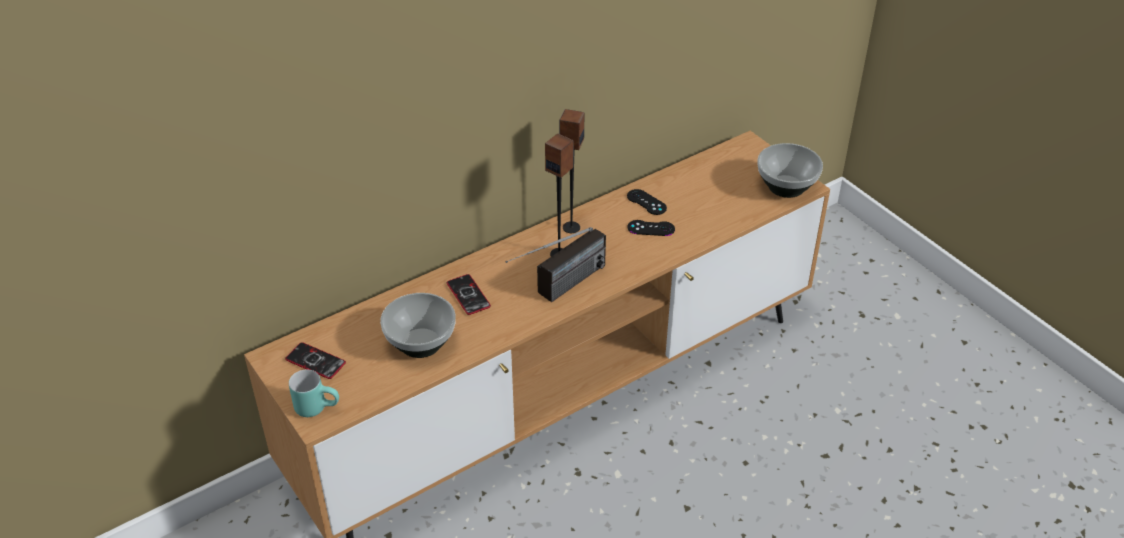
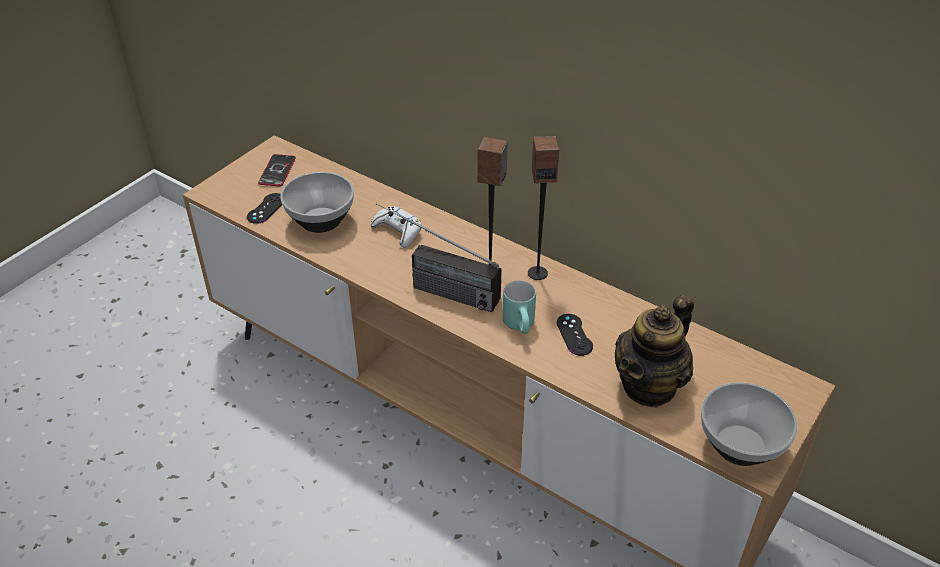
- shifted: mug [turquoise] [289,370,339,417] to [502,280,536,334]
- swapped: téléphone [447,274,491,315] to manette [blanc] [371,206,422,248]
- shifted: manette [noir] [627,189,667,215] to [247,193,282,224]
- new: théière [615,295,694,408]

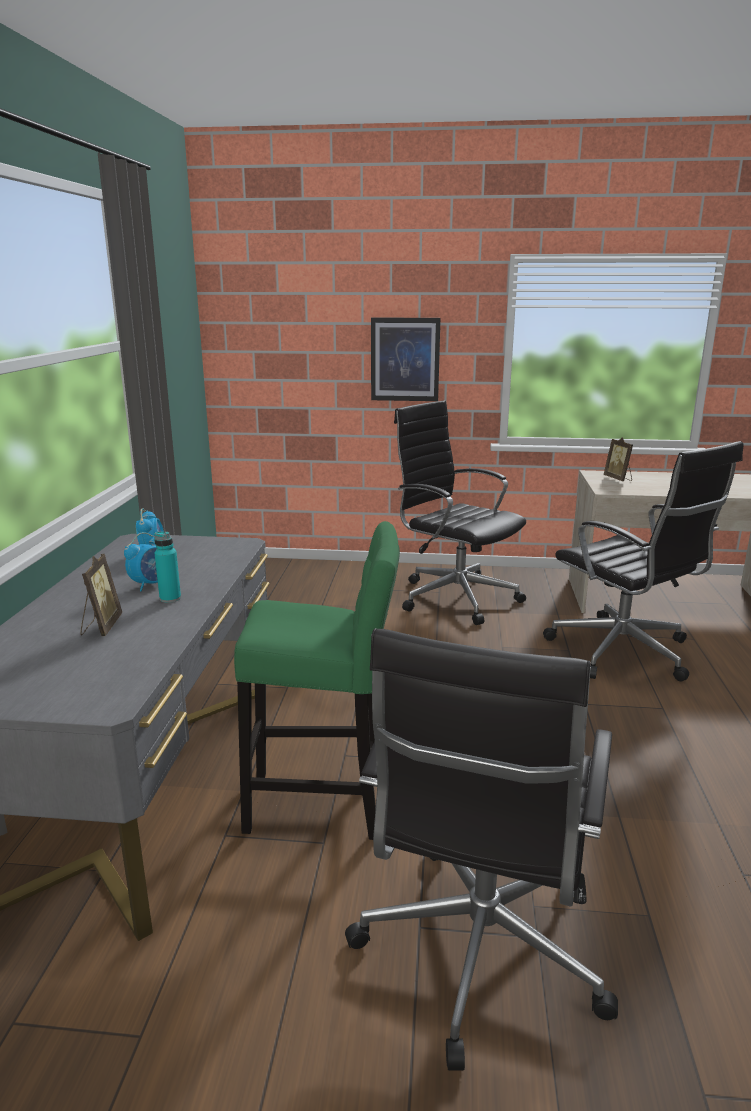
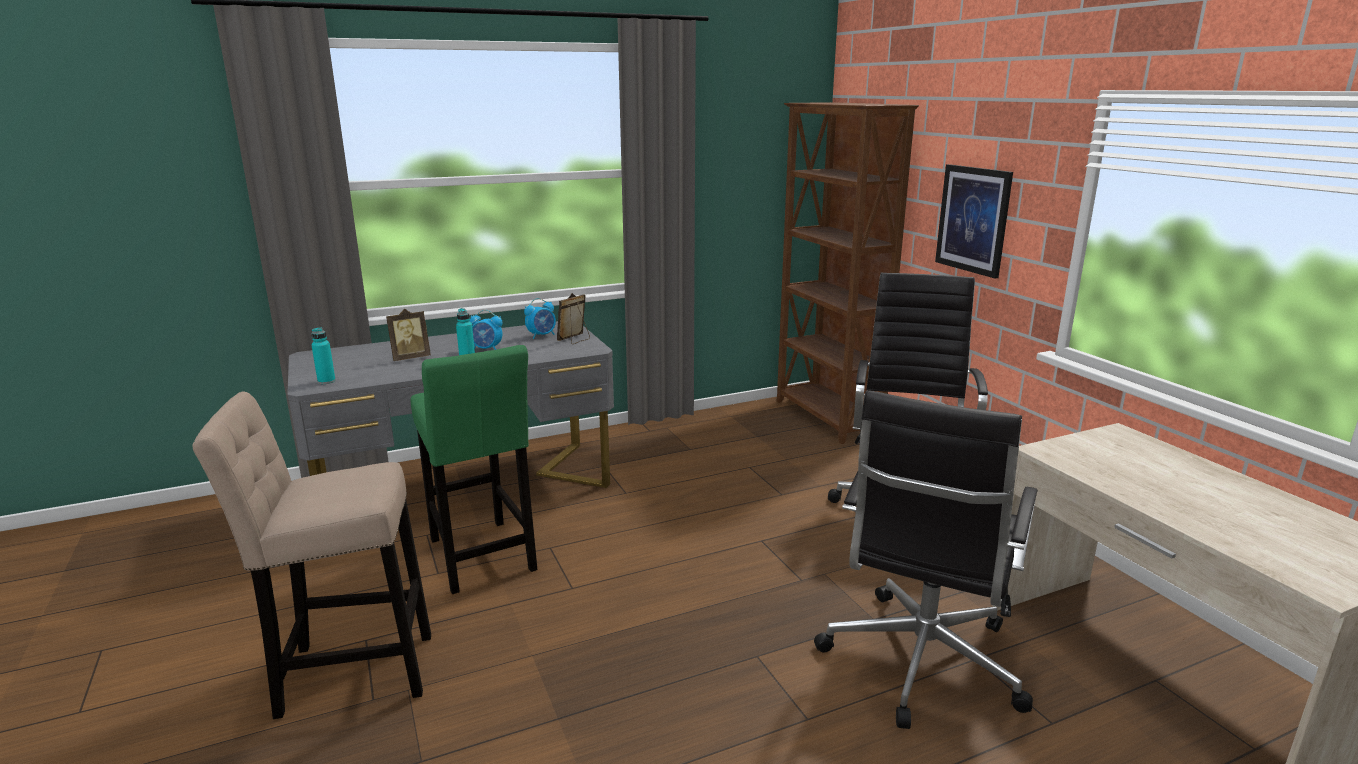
- swapped: chaise de bureau [noir] [345,628,618,1071] to tabouret [beige] [192,392,431,719]
- shifted: cadre photo [604,437,633,481] to [557,293,590,344]
- new: bouteille [turquoise] [311,327,336,384]
- new: bibliothèque [marron] [777,102,919,444]

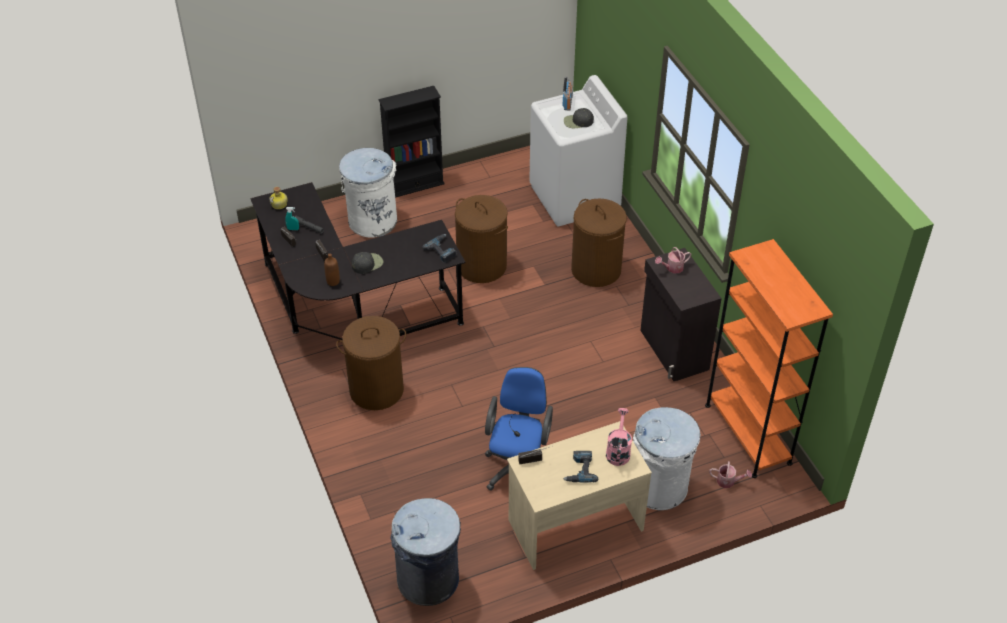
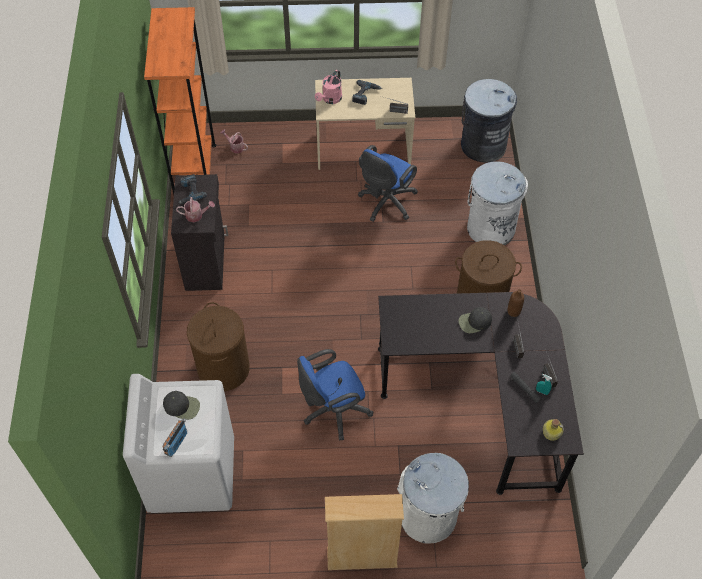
- repainted: bibliothèque [noir] [378,86,445,198] to bibliothèque [beige] [325,494,404,570]
- shifted: perceuse [422,234,456,263] to [178,174,207,204]
- swapped: panier à linge [marron] [455,195,508,283] to chaise de bureau [bleu] [297,349,373,440]
- shifted: poubelle [blanc] [633,407,701,510] to [467,161,528,246]

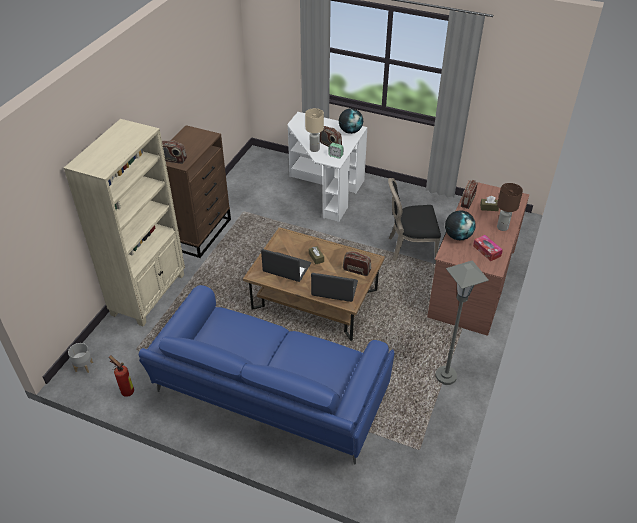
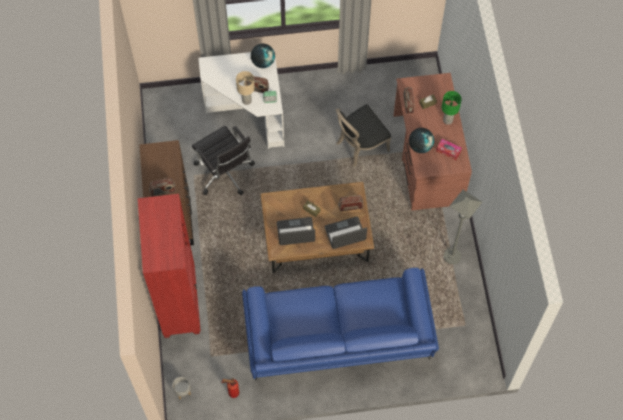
- repainted: bibliothèque [beige] [64,119,185,326] to bibliothèque [rouge] [138,194,201,338]
- repainted: lampe de table [marron] [497,183,523,231] to lampe de table [vert] [442,91,462,125]
- new: chaise de bureau [noir] [192,126,255,195]

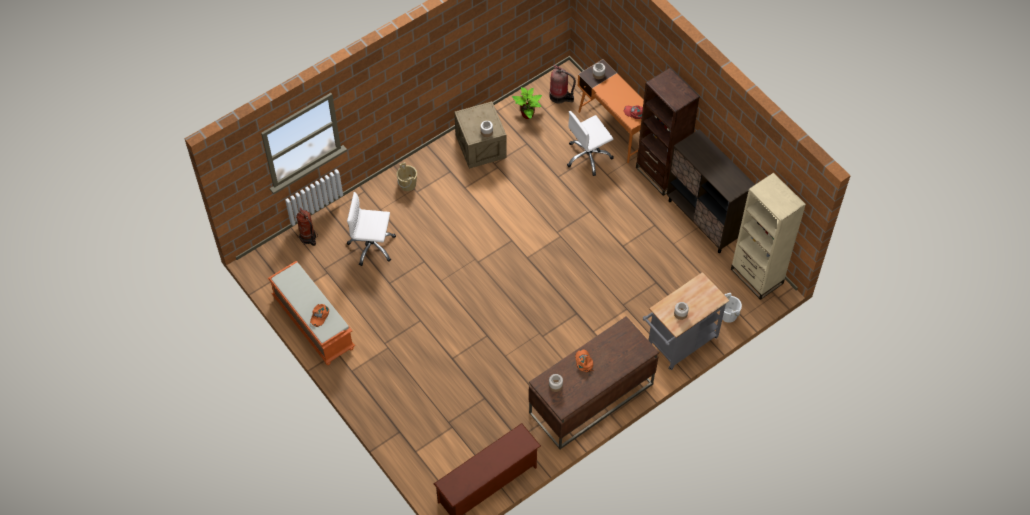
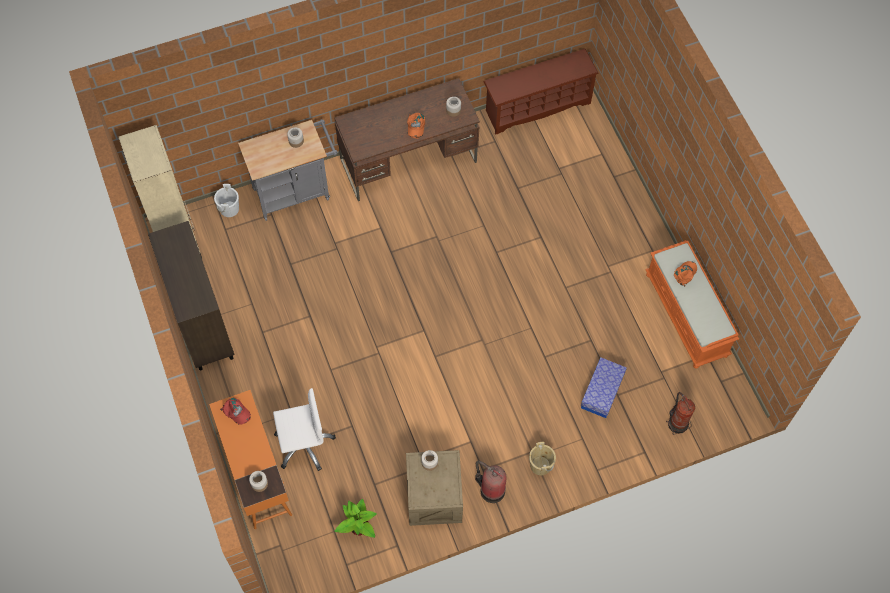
- swapped: chaise de bureau [blanc] [347,192,396,266] to boîte de rangement [581,357,627,418]
- shifted: extincteur [550,65,576,103] to [475,460,506,503]
- gone: bibliothèque [marron] [636,68,700,196]

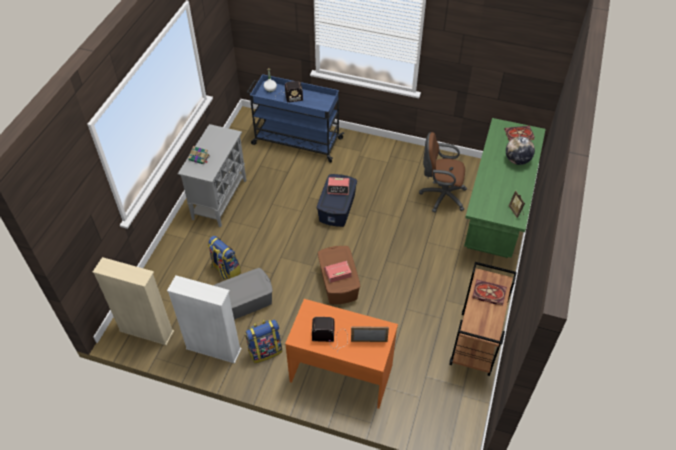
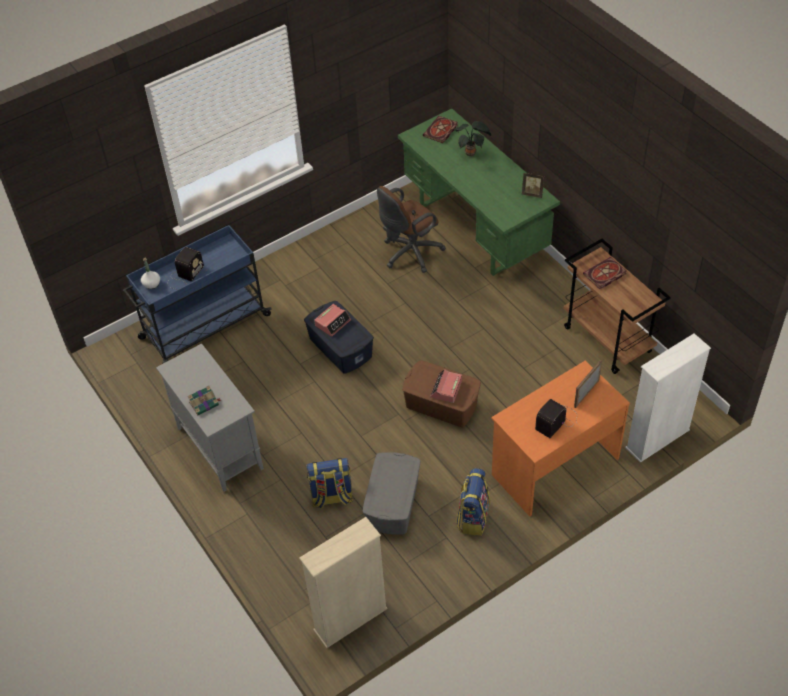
- shifted: bibliothèque [blanc] [167,275,242,364] to [625,333,711,463]
- swapped: globe [506,136,535,165] to plante en pot [454,121,491,156]

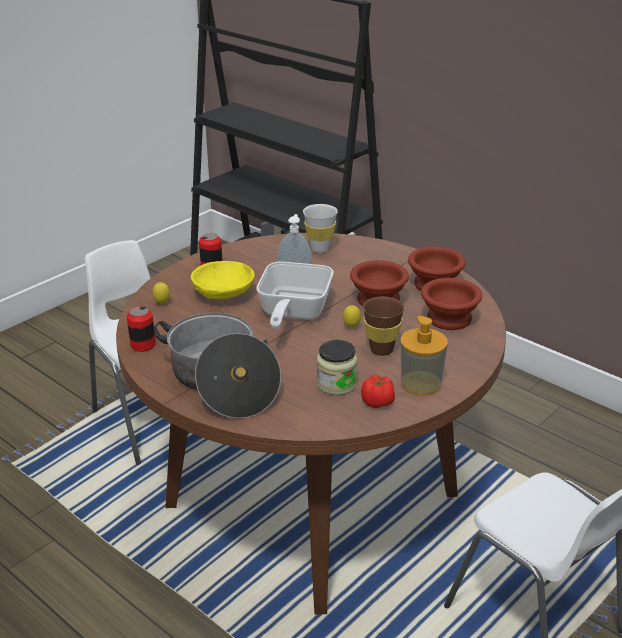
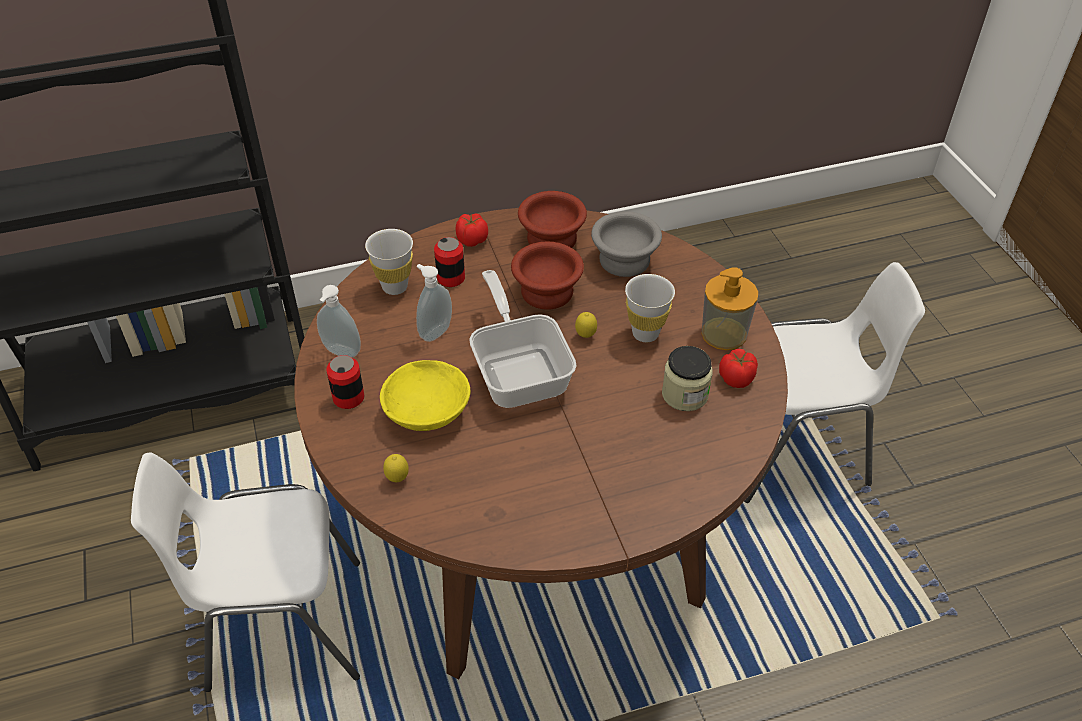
- shifted: boîte métallique [127,306,156,352] to [434,237,465,287]
- gone: marmite [154,313,281,419]
- rotated: poêle [256,262,334,329] = [469,270,577,408] 150 degrees counterclockwise
- repainted: tasse [marron] [363,297,405,356] to tasse [blanc] [625,274,675,342]
- repainted: bol [marron] [421,278,482,330] to bol [gris] [591,211,662,277]
- new: distributeur de savon [317,285,361,358]
- new: tomate [455,213,488,247]

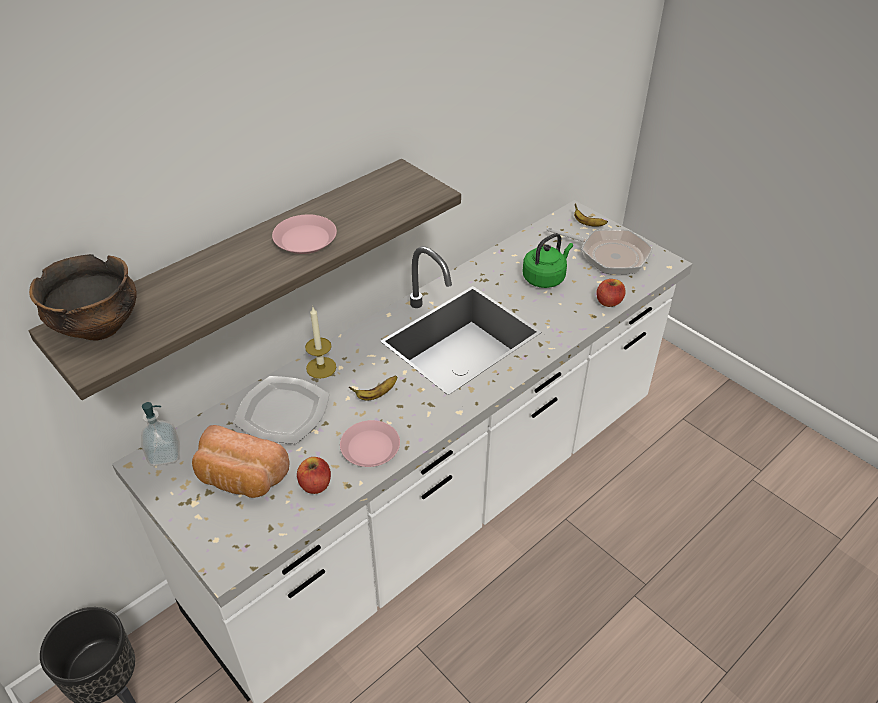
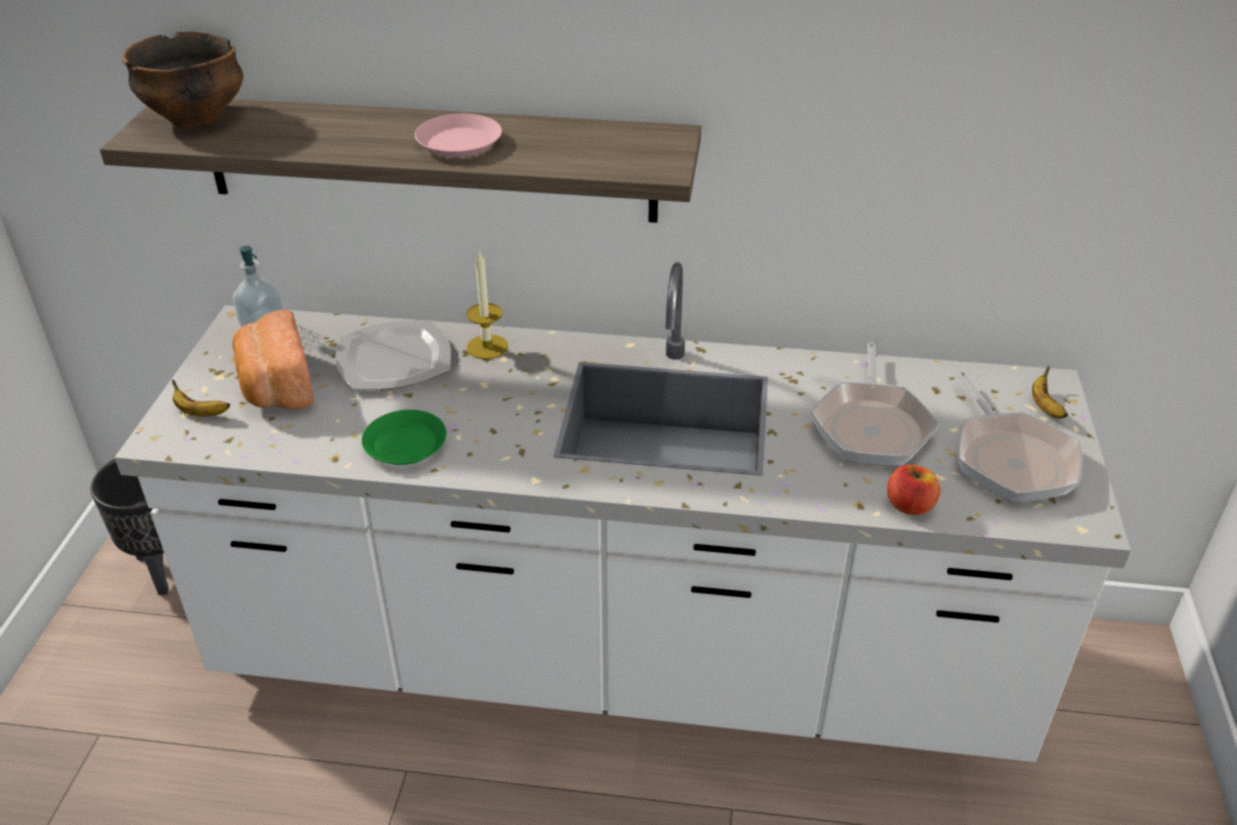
- gone: pomme [297,457,331,494]
- repainted: assiette [rose] [340,420,400,467] to assiette [vert] [362,410,447,465]
- shifted: banane [349,376,397,400] to [172,379,230,417]
- swapped: bouilloire [vert] [523,233,573,288] to poêle [810,342,939,466]

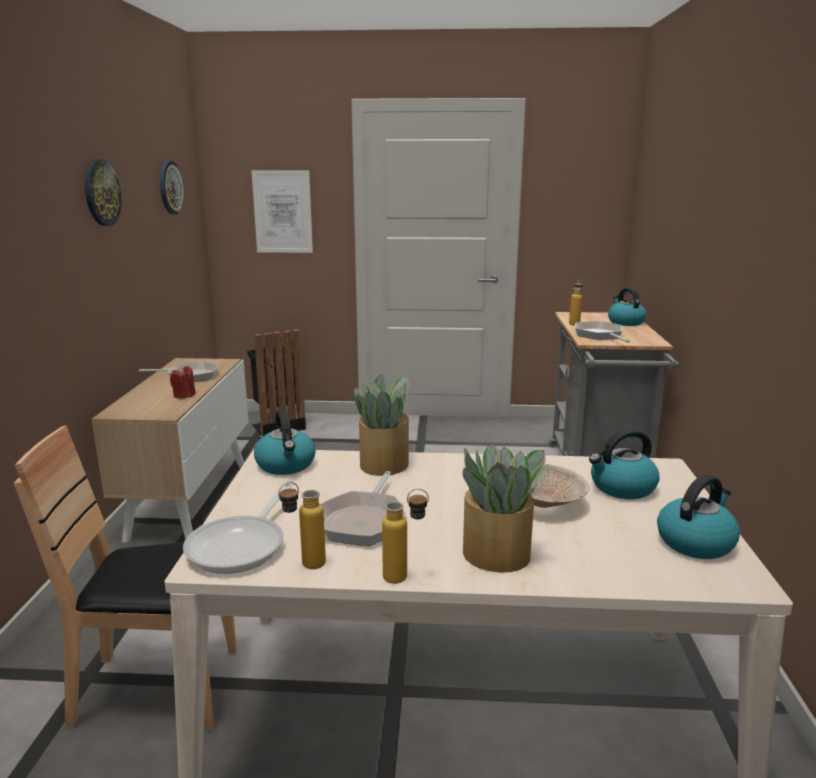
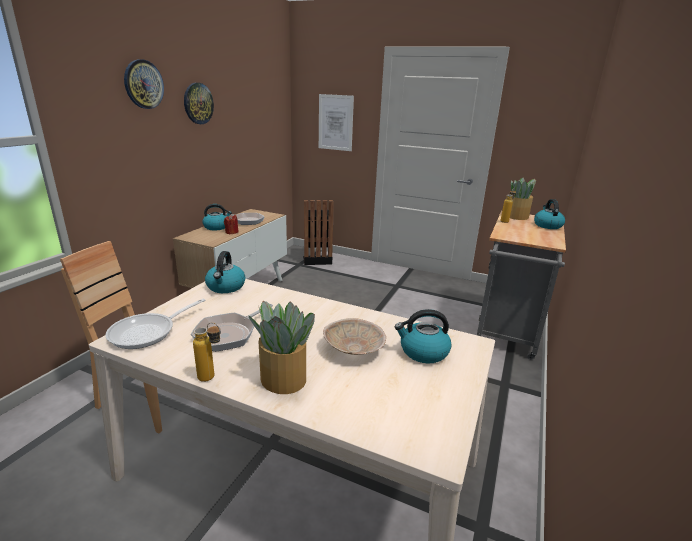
- shifted: horloge murale [160,161,184,215] to [124,59,164,109]
- gone: bouteille [278,482,326,569]
- shifted: plante en pot [354,374,409,476] to [510,177,536,220]
- gone: poêle [575,321,630,343]
- shifted: bouilloire [657,475,740,559] to [202,204,232,230]

